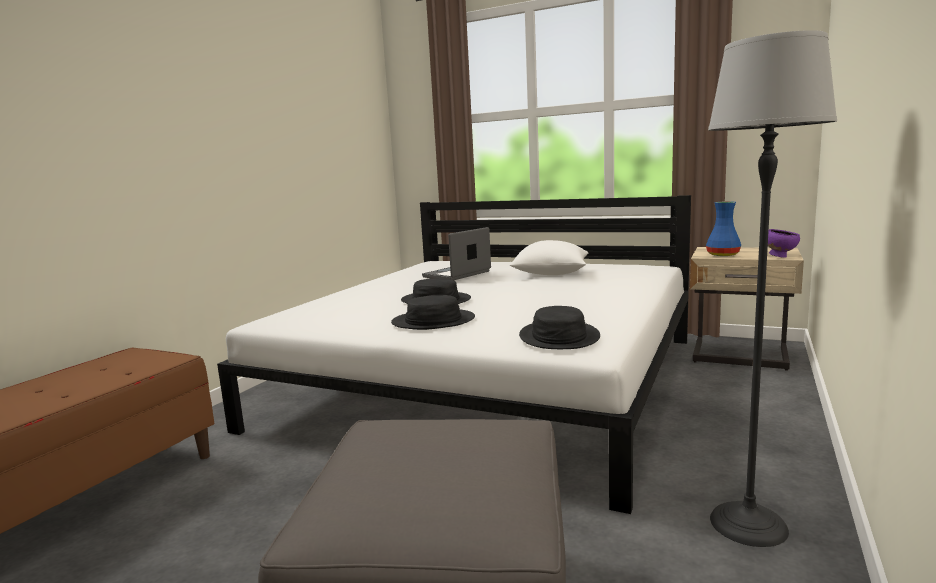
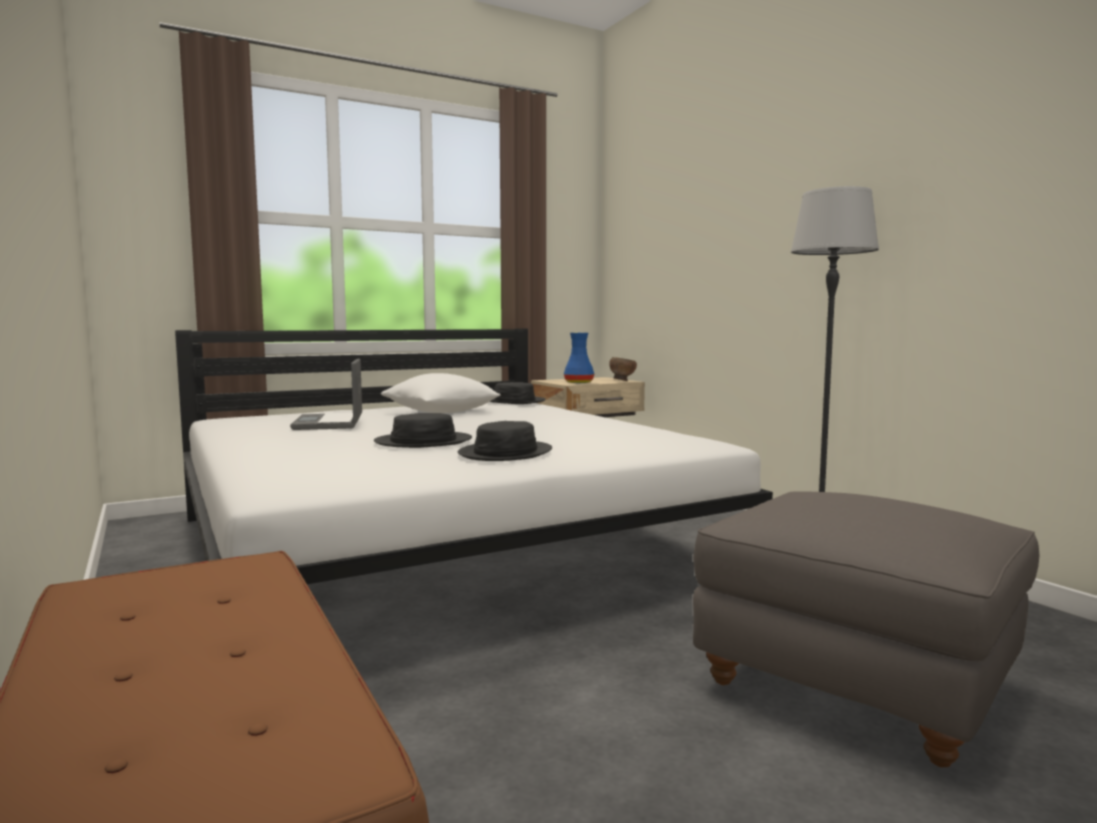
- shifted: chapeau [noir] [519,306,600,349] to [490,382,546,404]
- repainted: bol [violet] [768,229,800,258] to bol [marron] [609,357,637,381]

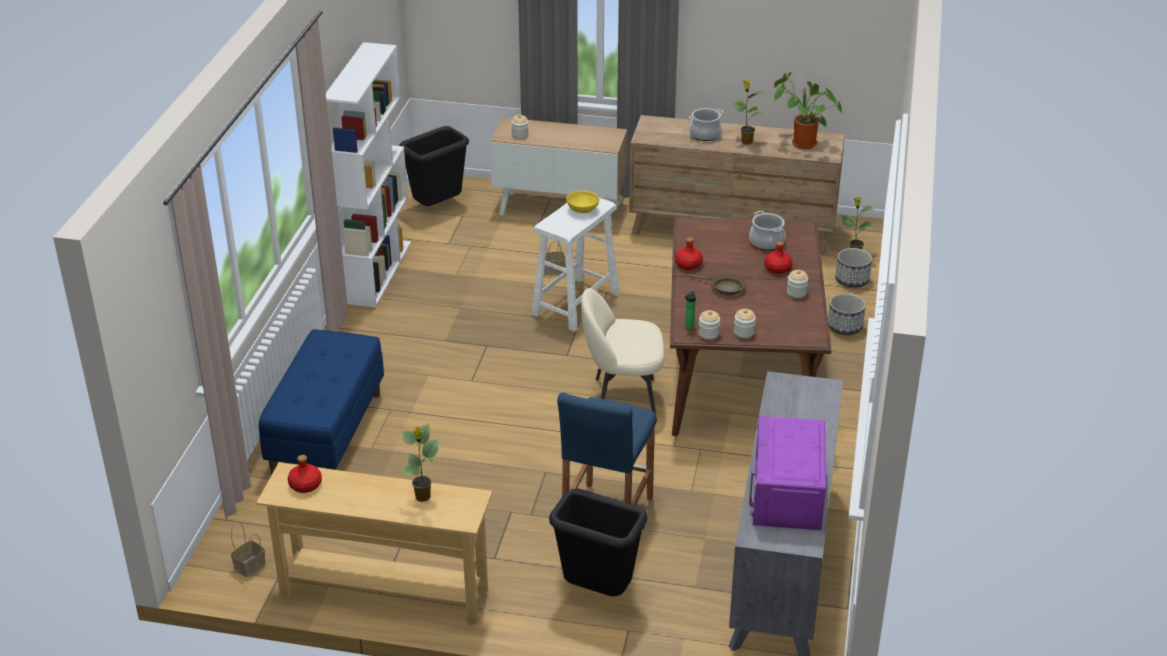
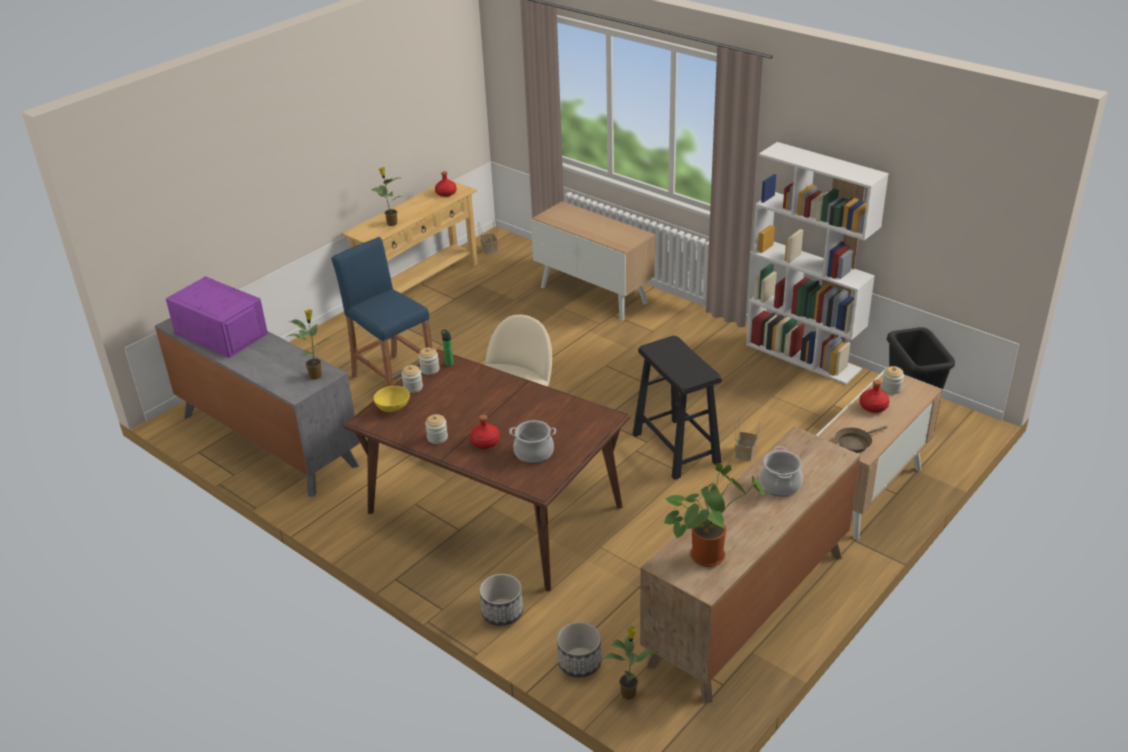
- swapped: banc [bleu] [259,329,384,474] to meuble de rangement [531,201,655,321]
- repainted: tabouret [blanc] [531,198,620,332] to tabouret [noir] [633,336,722,480]
- gone: poubelle [noir] [549,489,647,596]
- shifted: bol [jaune] [566,190,599,213] to [373,386,410,412]
- shifted: bouteille [rouge] [675,237,703,270] to [860,380,889,413]
- shifted: poêle [marron] [689,273,746,296] to [835,426,887,453]
- shifted: plante en pot [732,80,763,145] to [288,309,334,380]

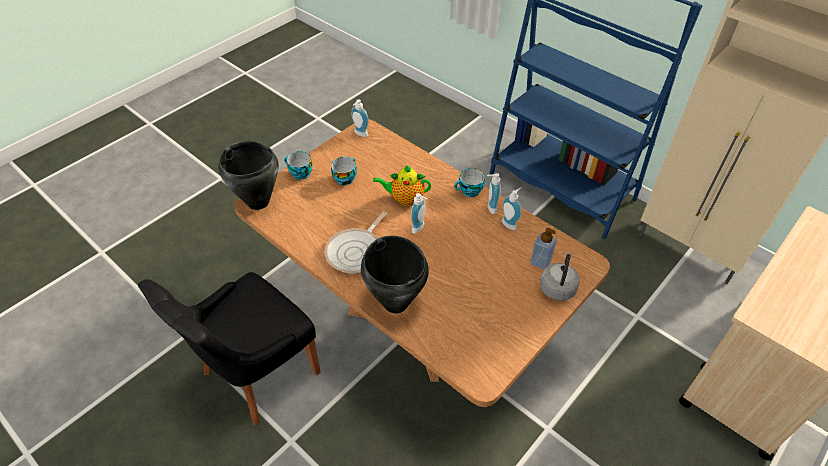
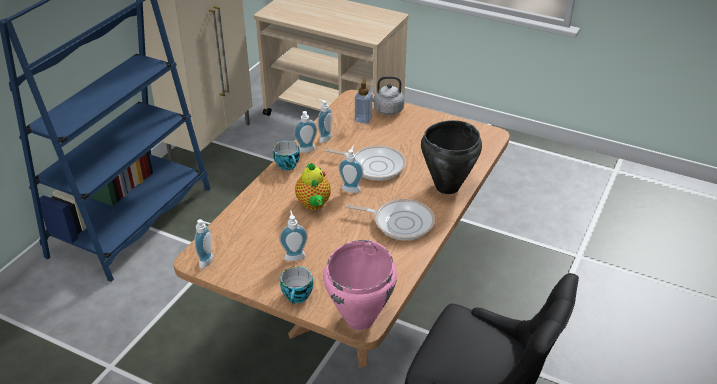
- repainted: marmite [noir] [218,141,279,210] to marmite [rose] [323,240,397,330]
- swapped: tasse [331,157,357,185] to distributeur de savon [279,210,308,261]
- new: poêle [325,145,406,181]

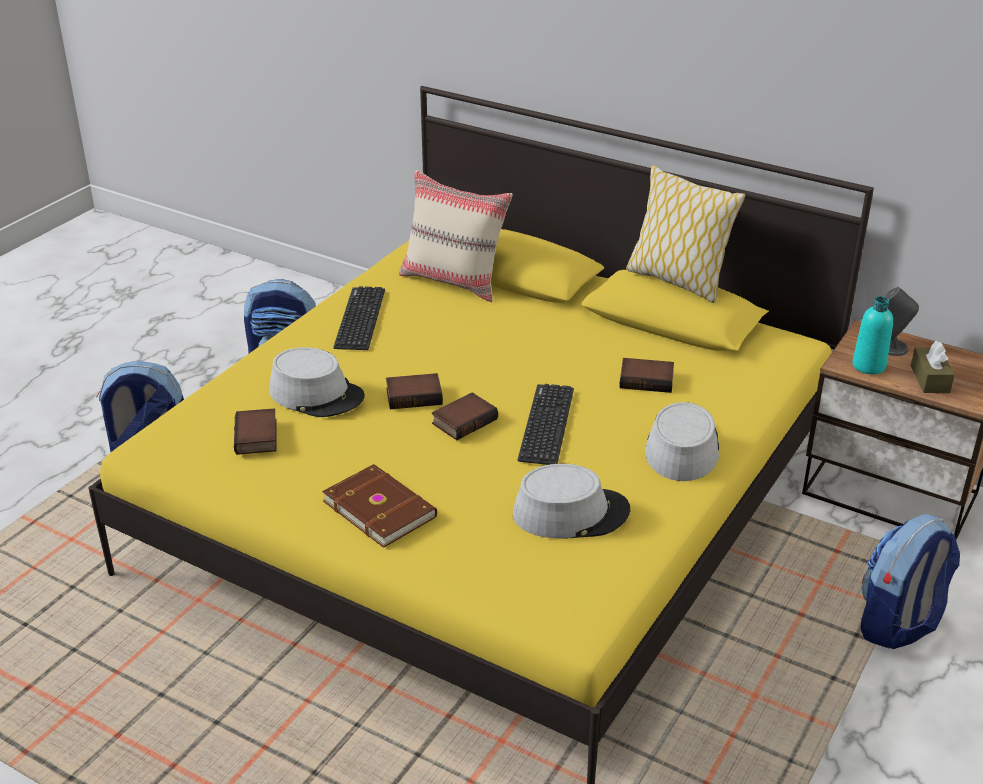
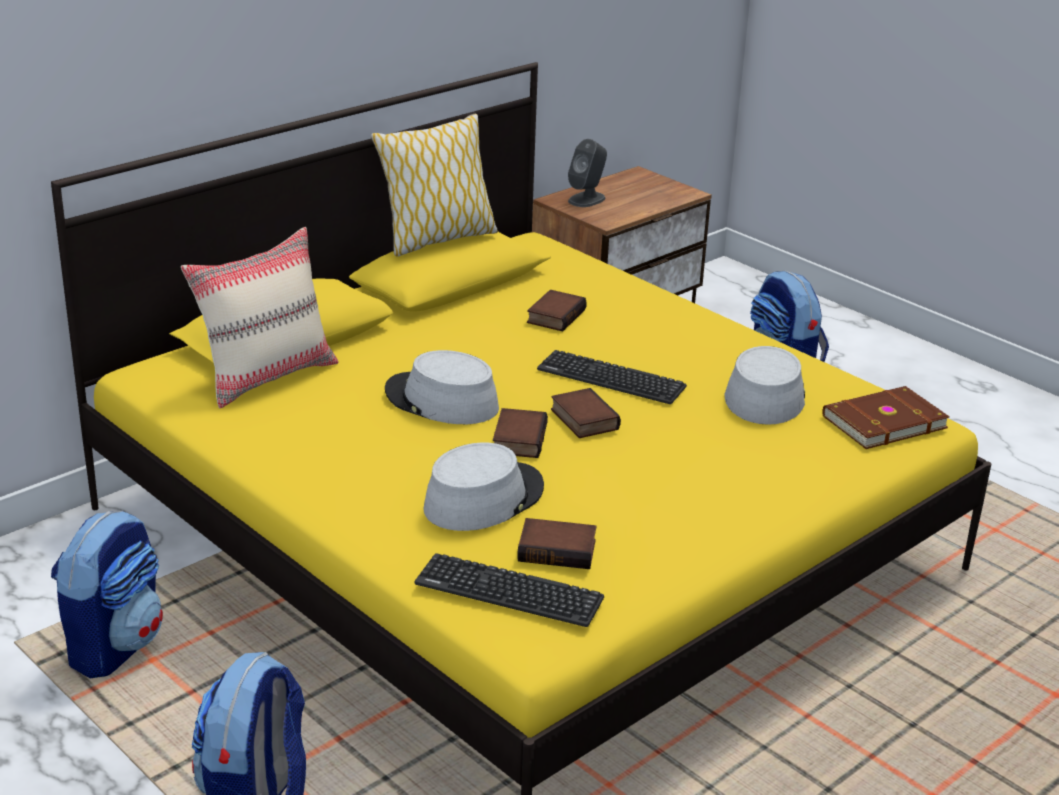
- shifted: livre [marron] [322,464,437,548] to [822,386,950,449]
- shifted: clavier [333,286,385,350] to [414,553,604,627]
- shifted: chapeau [gris] [645,402,719,481] to [385,350,499,424]
- gone: bouteille [turquoise] [852,296,893,374]
- gone: boîte à mouchoirs [marron] [911,341,955,393]

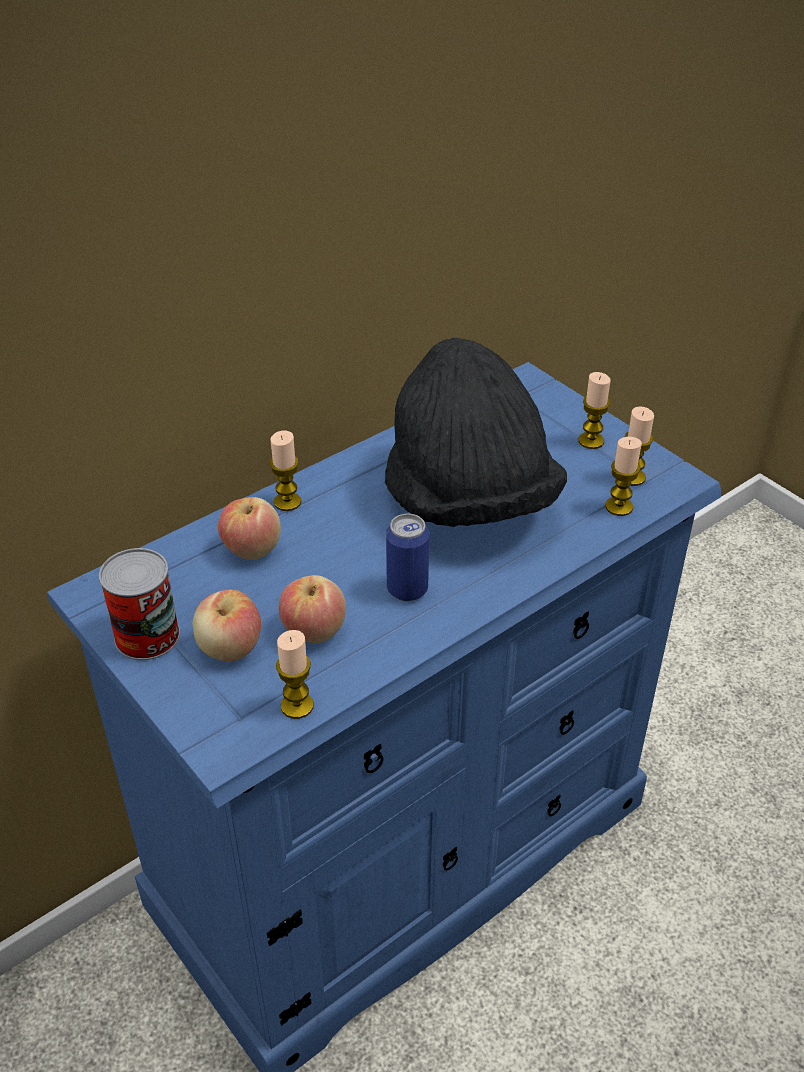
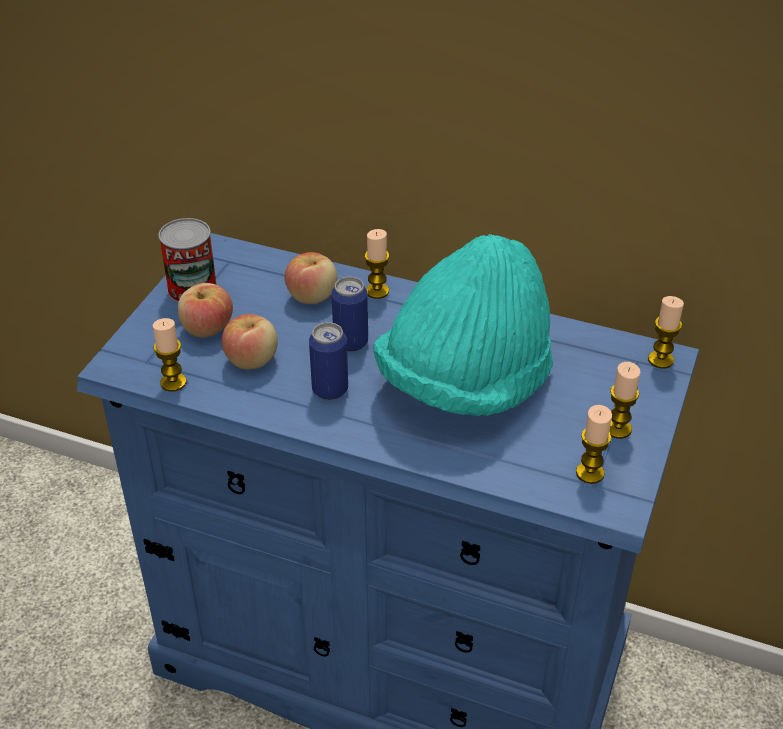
- repainted: chapeau [noir] [385,338,567,527] to chapeau [turquoise] [373,234,553,416]
- shifted: bougie [605,437,642,516] to [648,296,684,369]
- new: boîte métallique [331,277,368,352]

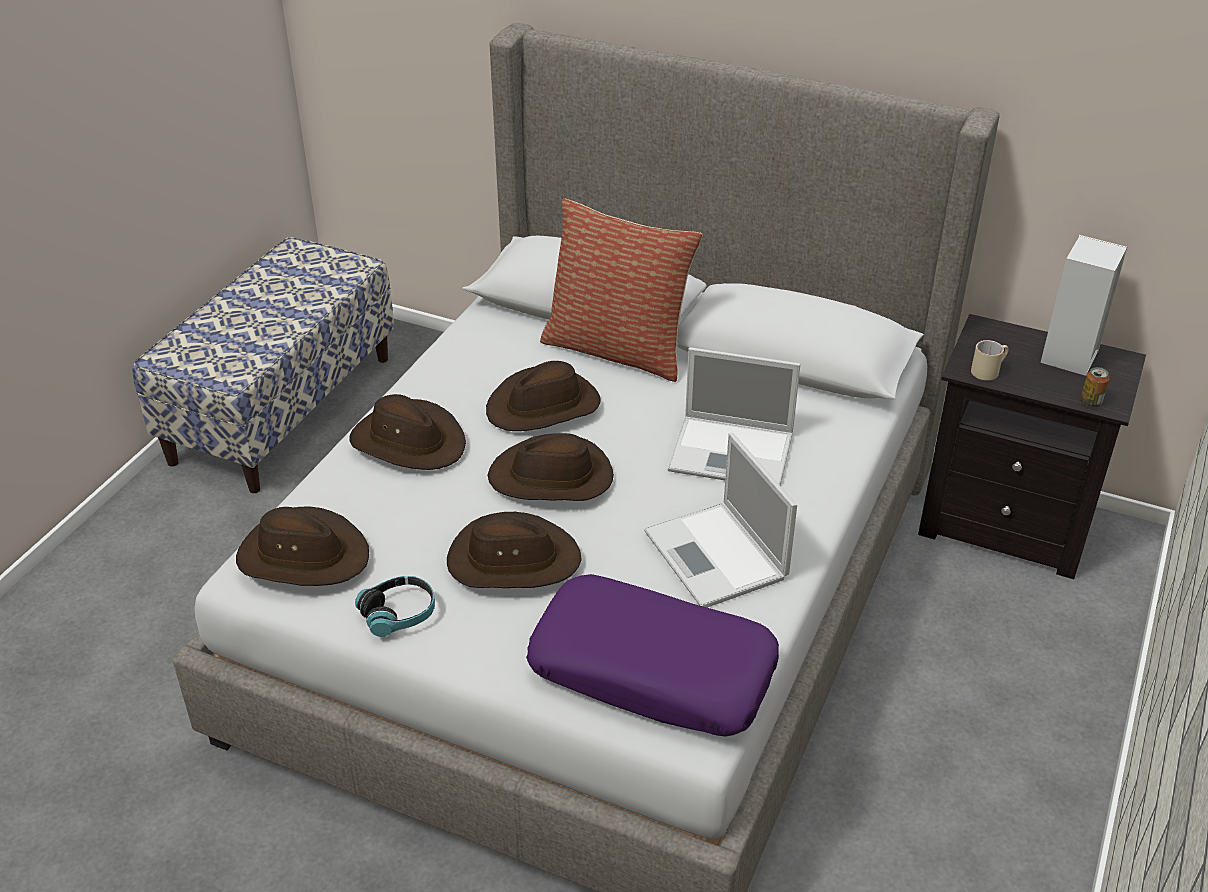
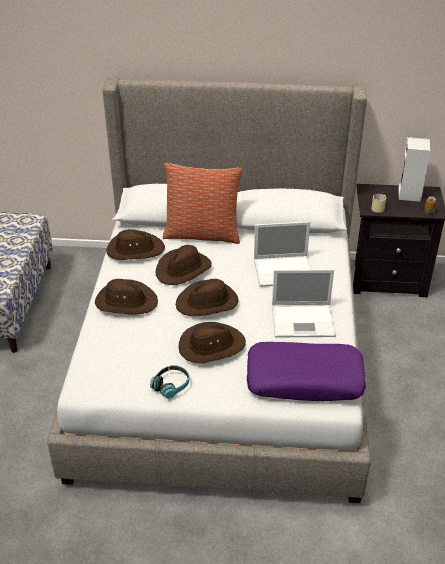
- shifted: chapeau [marron] [236,507,369,586] to [106,229,165,260]
- rotated: ordinateur portable [644,433,797,608] = [272,269,336,337] 45 degrees counterclockwise

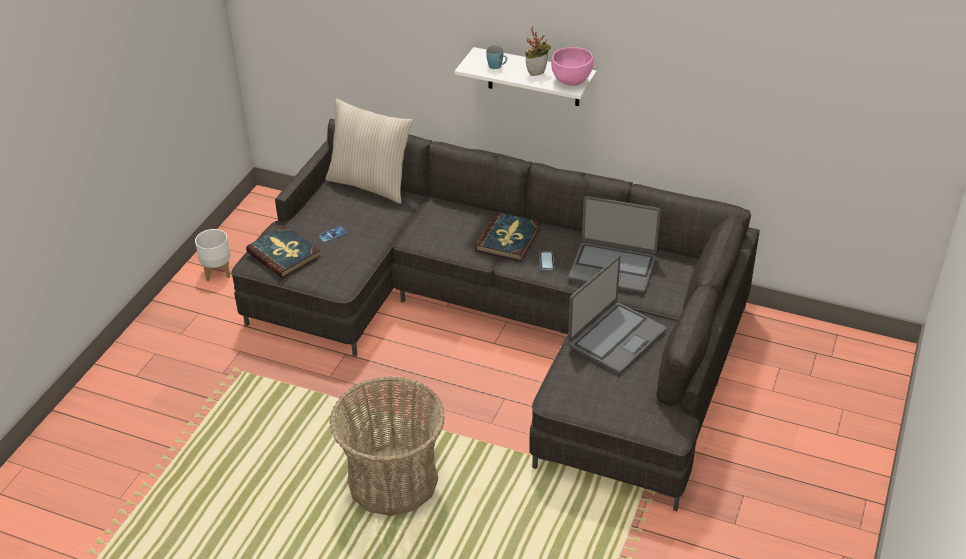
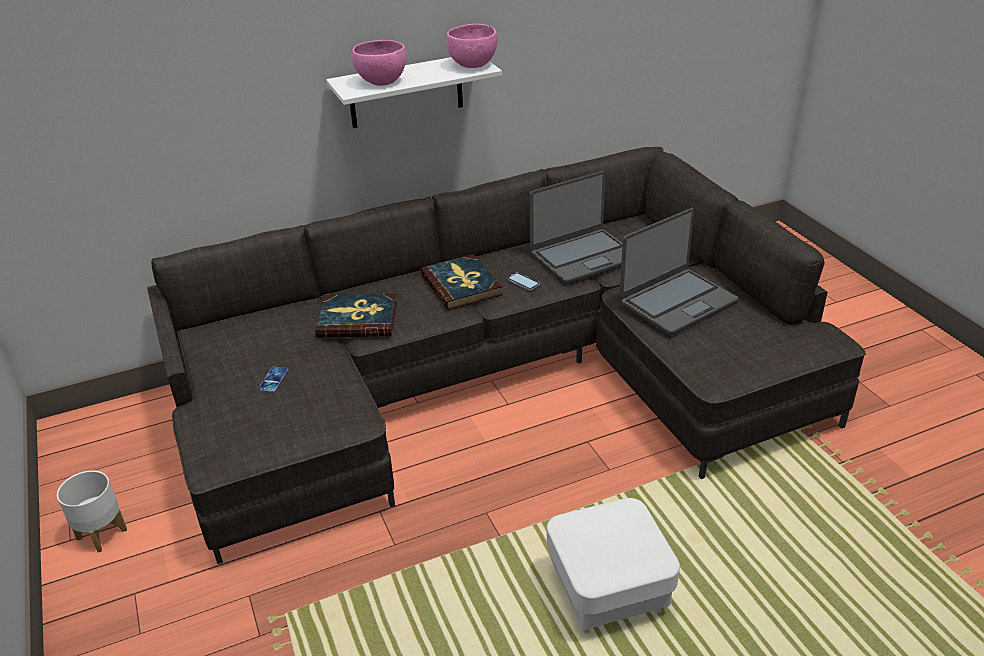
- shifted: livre [246,225,321,278] to [315,293,397,338]
- gone: coussin [beige] [325,99,413,204]
- swapped: panier [329,376,445,516] to pouf [blanc] [547,498,680,634]
- swapped: mug [bleu] [486,46,507,69] to bol [rose] [352,40,406,86]
- gone: plante en pot [525,27,551,76]
- rotated: ordinateur portable [568,256,666,374] = [619,208,739,335] 60 degrees clockwise

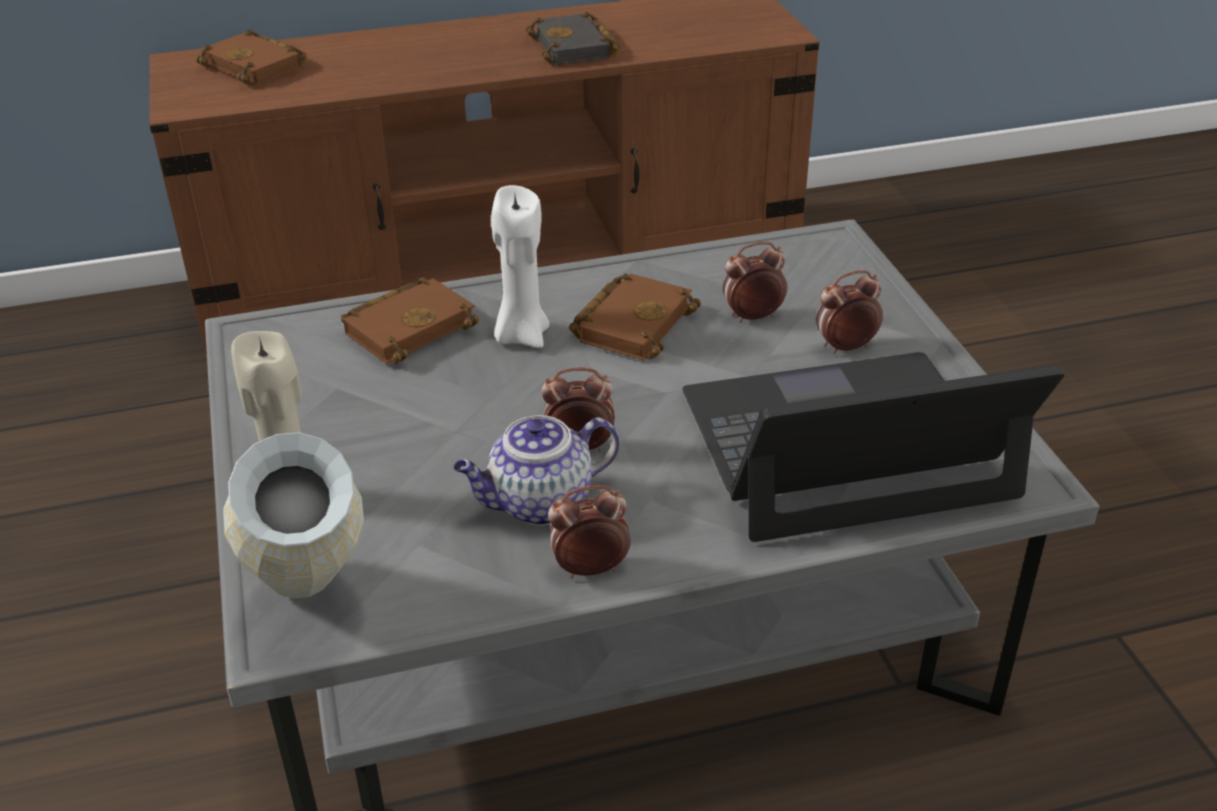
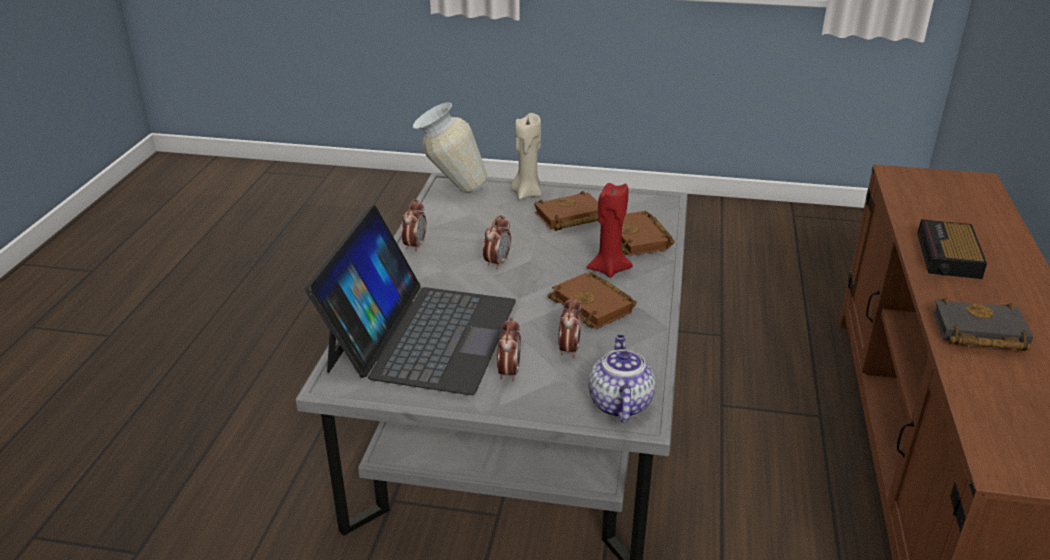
- shifted: livre [marron] [195,29,307,86] to [534,191,598,231]
- shifted: théière [453,415,620,526] to [588,335,656,422]
- repainted: bougie [blanc] [491,185,550,348] to bougie [rouge] [586,183,633,278]
- new: réveil [917,219,987,279]

